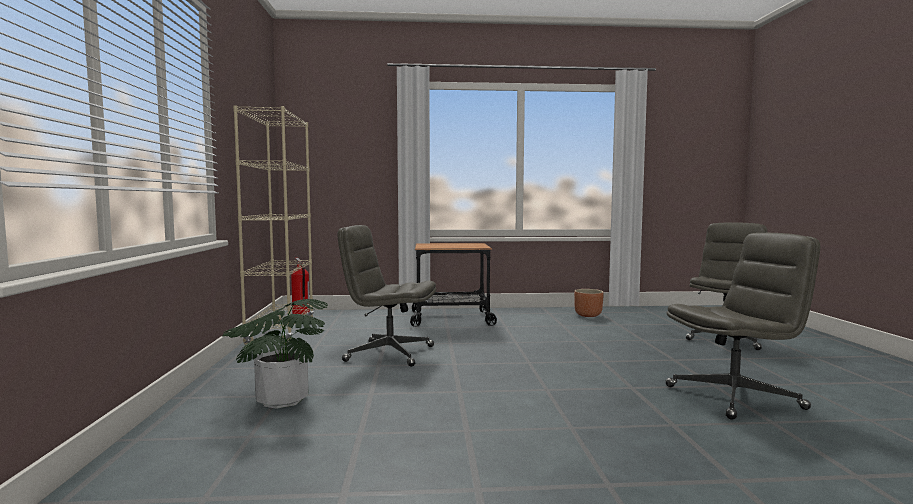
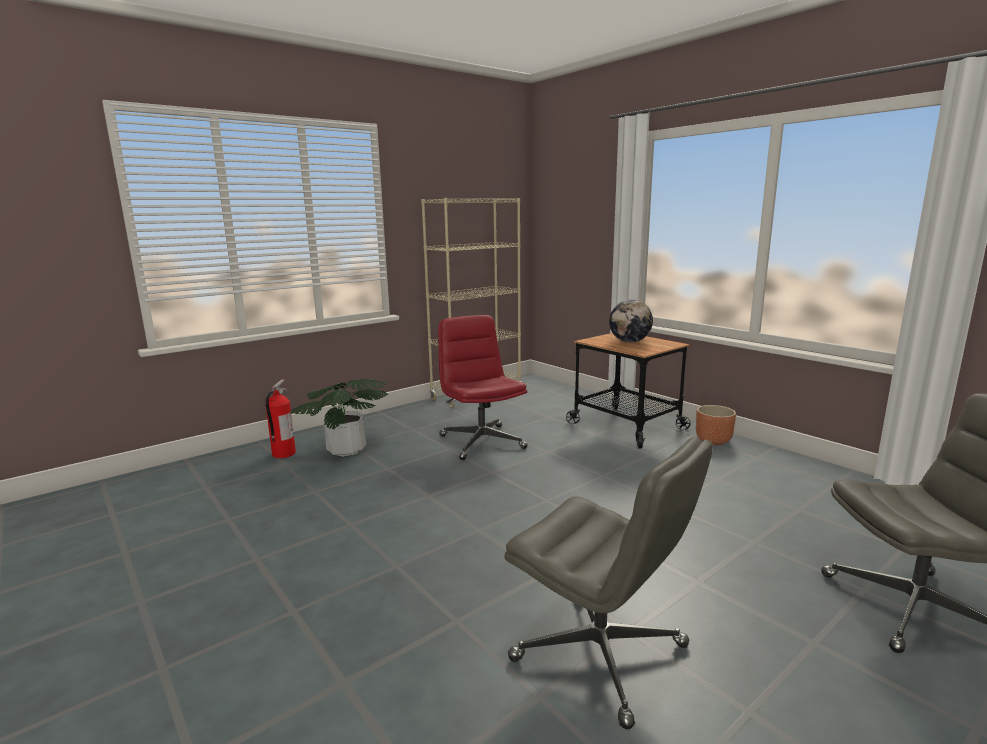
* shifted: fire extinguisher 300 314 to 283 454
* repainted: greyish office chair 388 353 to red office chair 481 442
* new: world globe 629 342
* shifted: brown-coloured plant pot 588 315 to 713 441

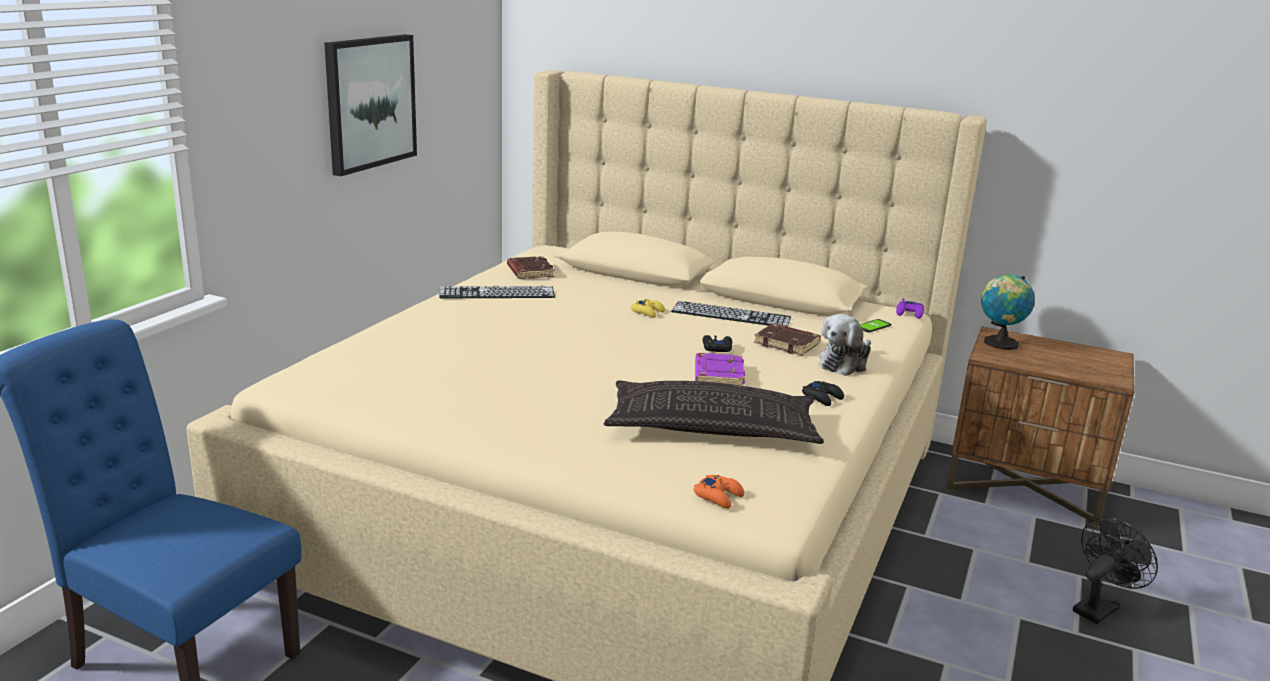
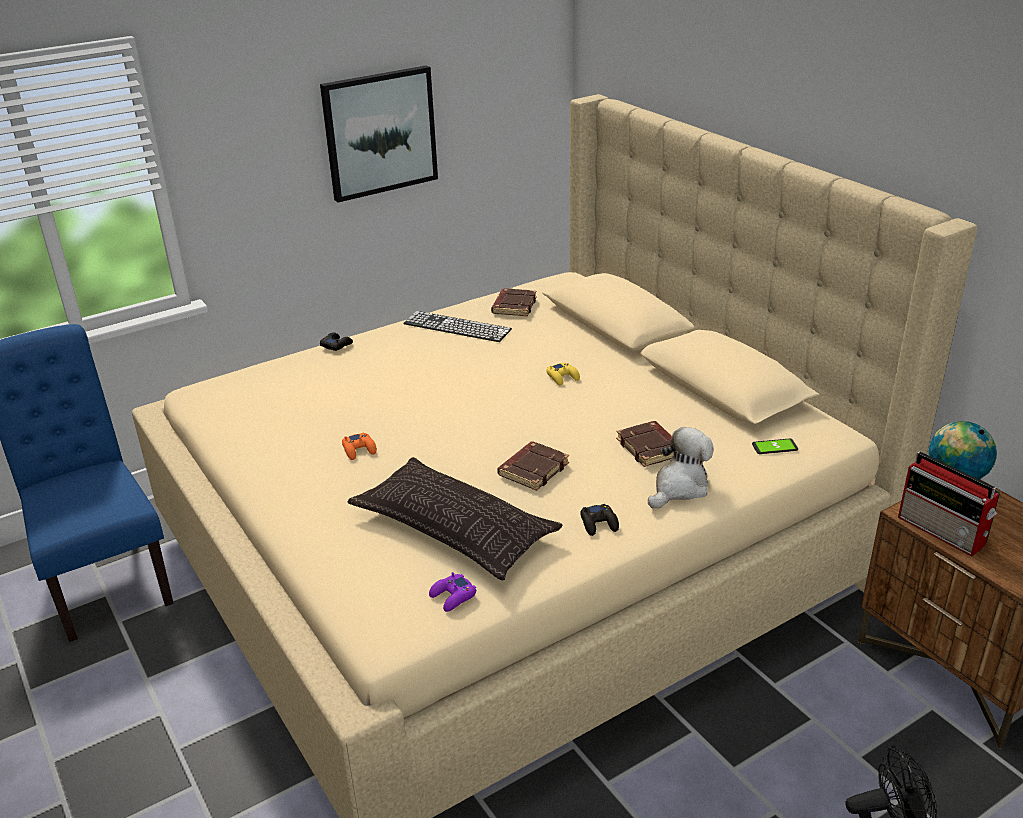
* shifted: black-coloured gamepad 716 348 to 336 345
* shifted: orange gamepad 719 496 to 359 450
* shifted: purple gamepad 910 313 to 453 597
* repainted: purple book 717 375 to brown-coloured book 533 469
* rotated: plush toy 845 363 = 679 487 150 degrees clockwise
* new: radio set 943 532
* gone: computer keyboard 731 315

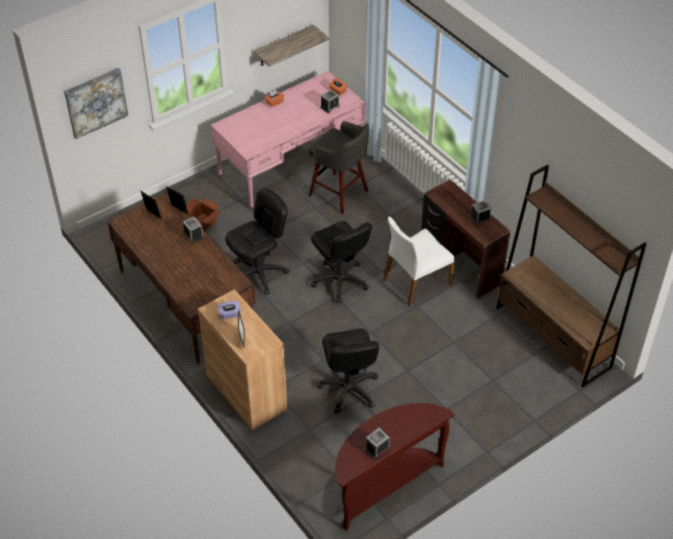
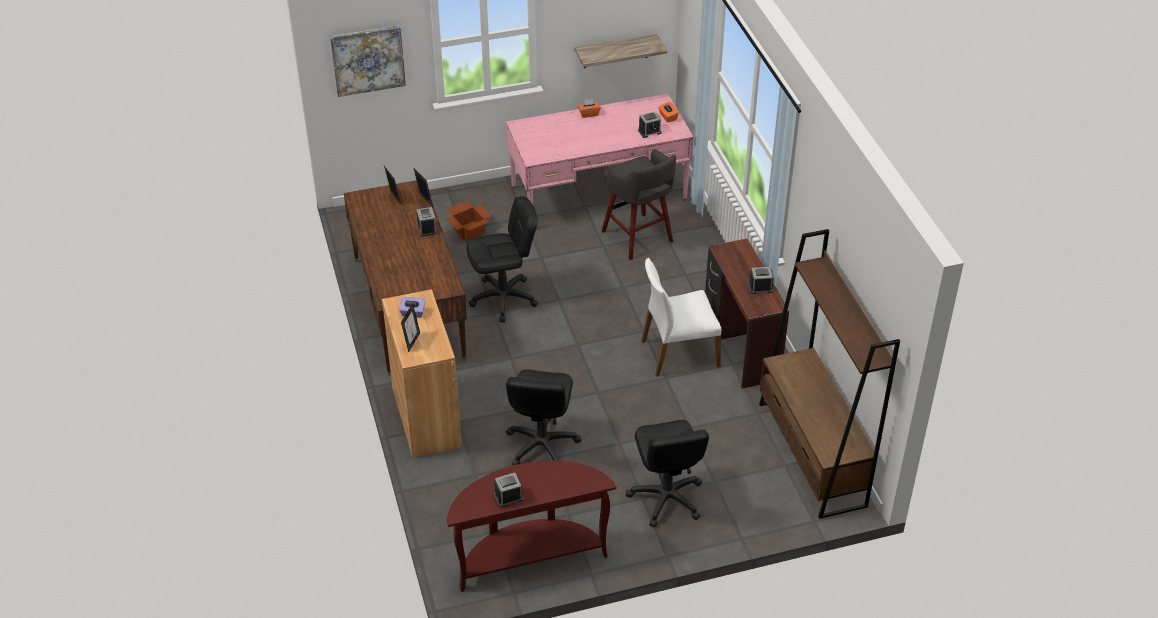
* shifted: black-coloured office chair 340 281 to 666 498

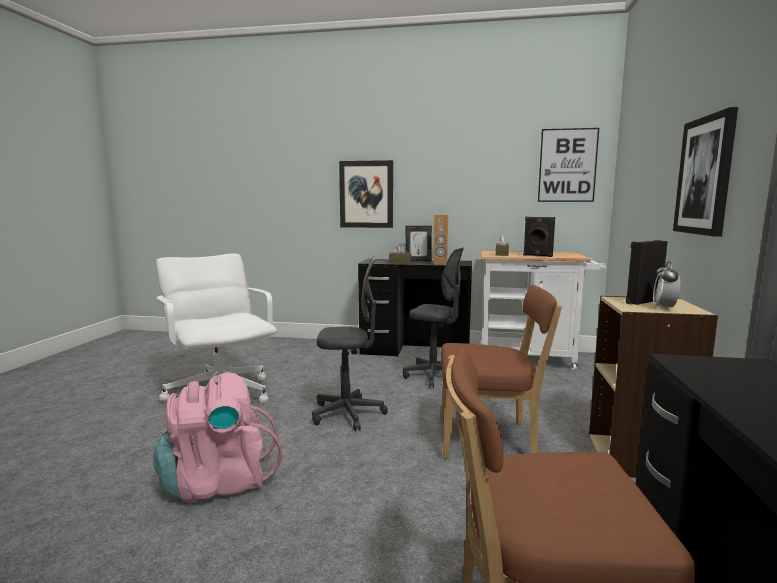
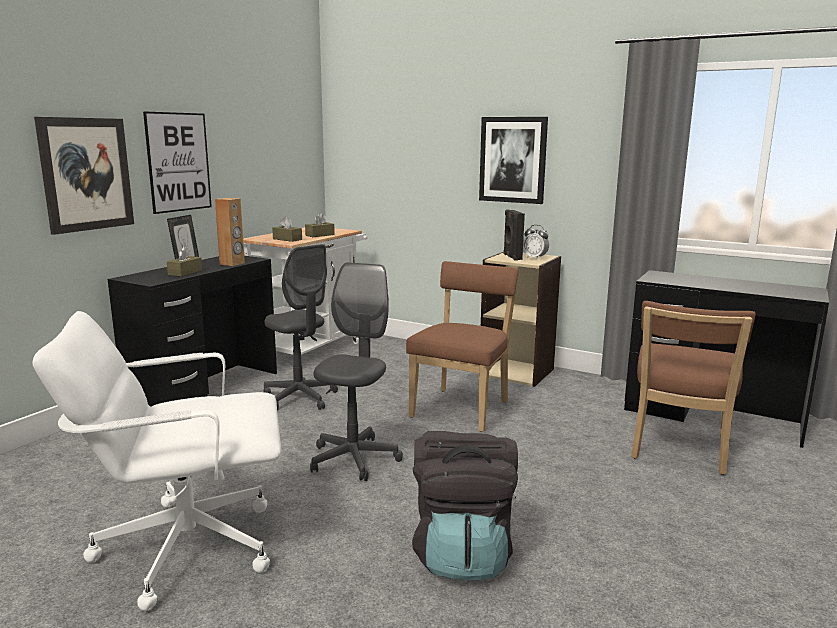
* shifted: wall art 567 165 to 178 162
* rotated: greyish office chair 434 376 = 300 398 90 degrees clockwise
* swapped: black-coloured speaker 537 256 to brown-coloured tissue holder 320 235
* repainted: pink backpack 218 482 to black-coloured backpack 463 553

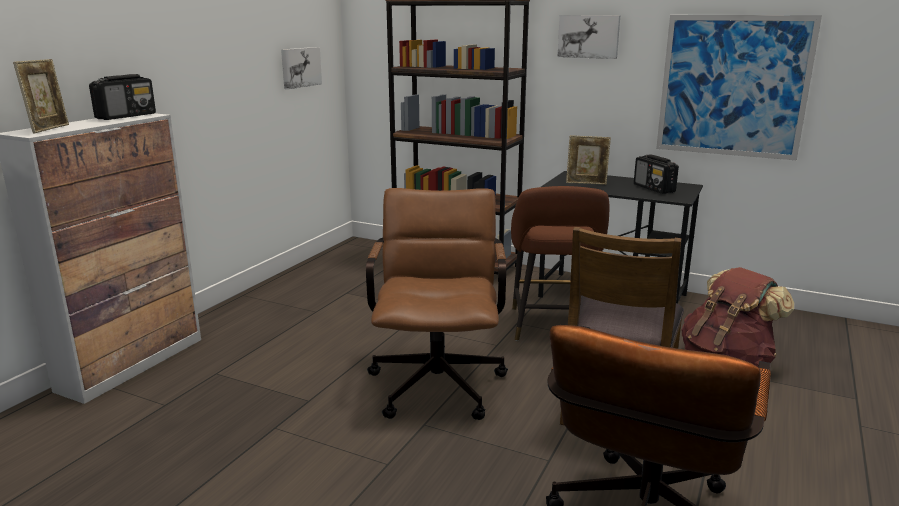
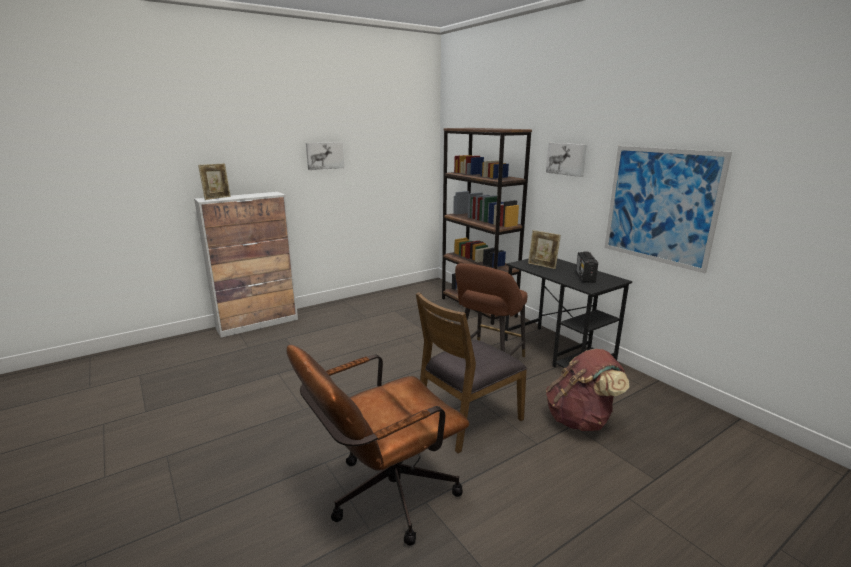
* shifted: wall art 300 67 to 324 155
* gone: radio set 126 116
* gone: brown-coloured office chair 438 379

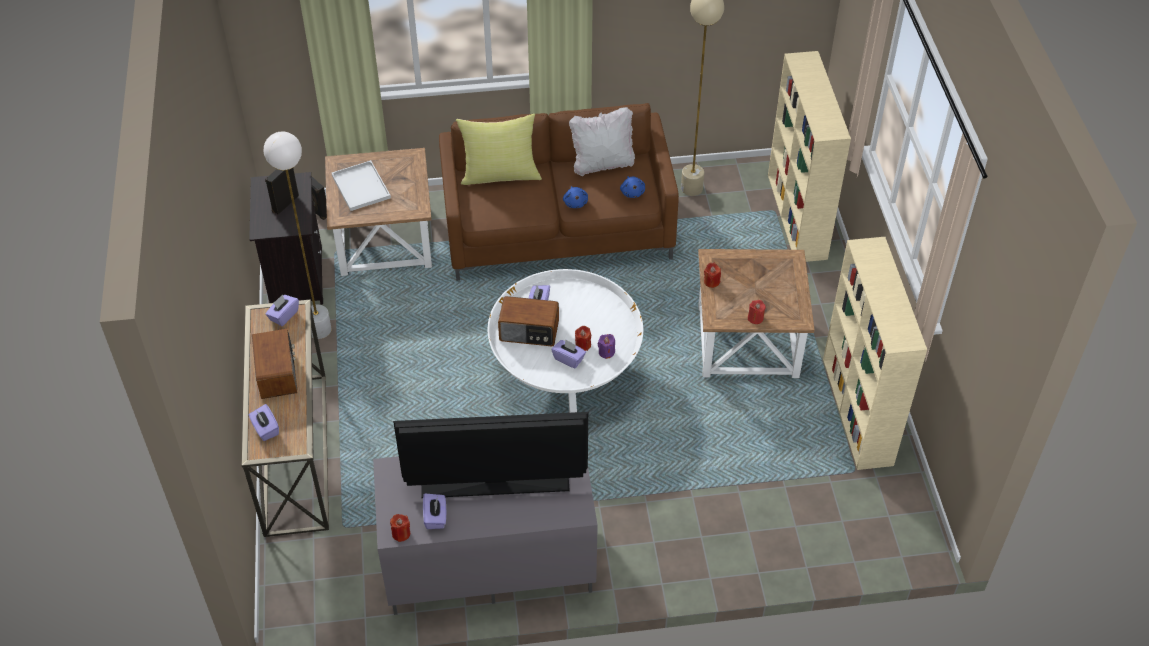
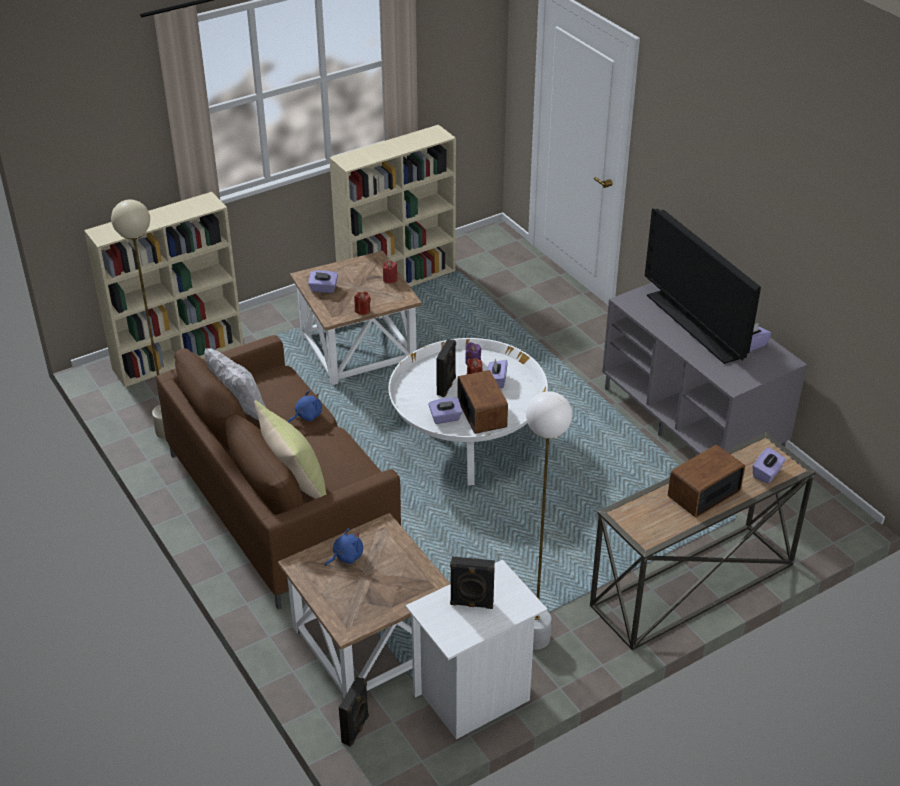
* shifted: purple tissue holder 283 316 to 323 289
* shifted: bluish plush toy 632 192 to 346 556
* repainted: black-coloured nightstand 295 277 to whitish nightstand 474 697
* new: black-coloured speaker 447 386
* gone: whitish tray 360 186
* gone: red candle 401 533

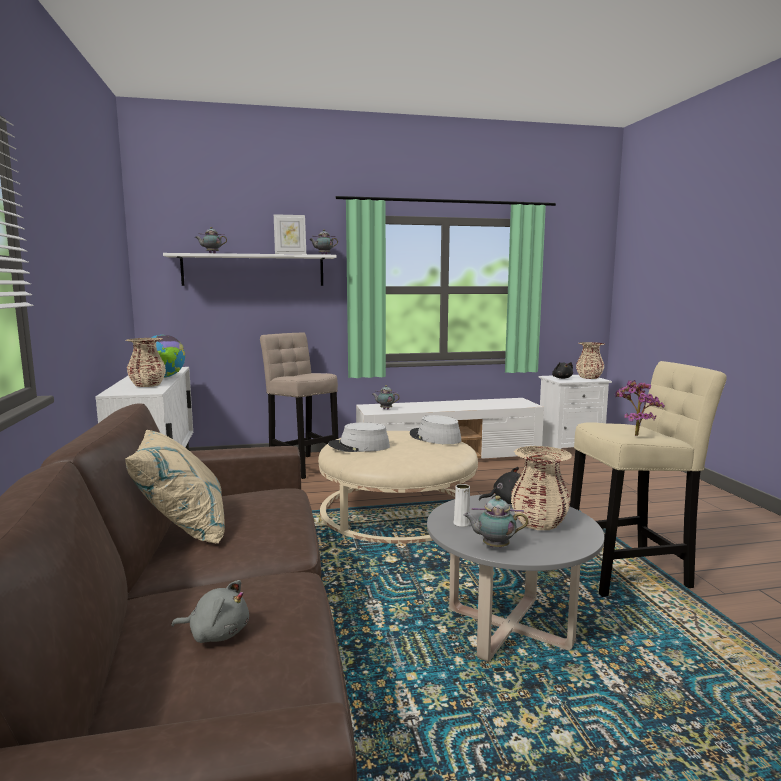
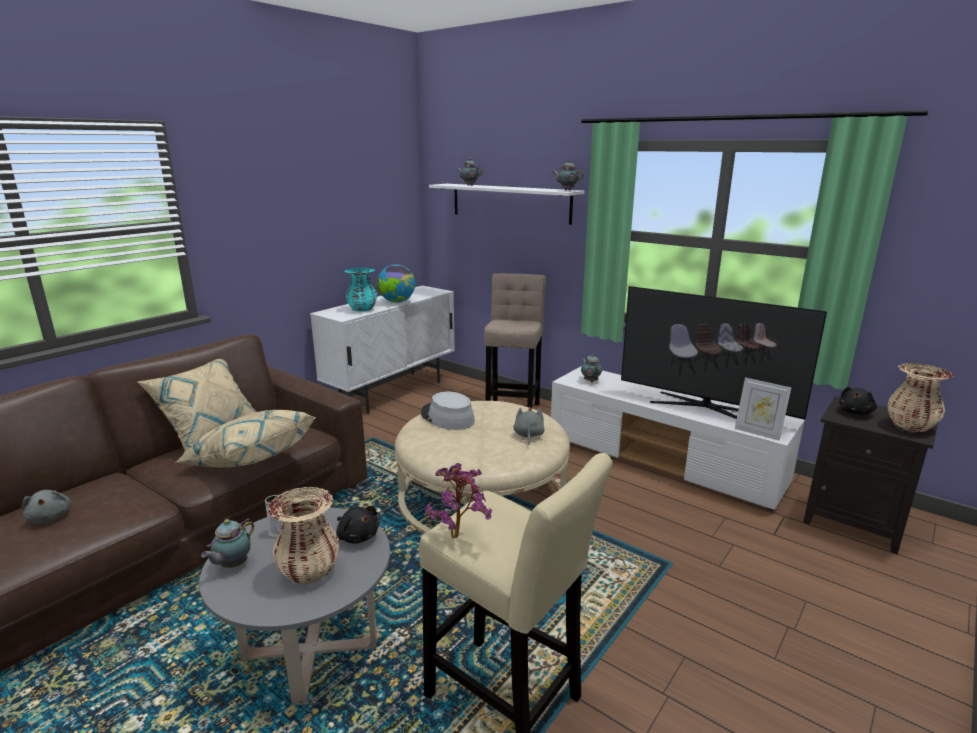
* new: sand-coloured throw pillow 249 459
* rotated: tea pot 493 546 = 232 565 120 degrees counterclockwise
* repainted: sand-coloured flower vase 147 385 to blue-green flower vase 362 309
* swapped: greyish hat 434 437 to greyish plush toy 528 435
* new: television 704 408
* shifted: standing frame 290 254 to 758 433
* repainted: whitish nightstand 570 449 to black-coloured nightstand 855 522

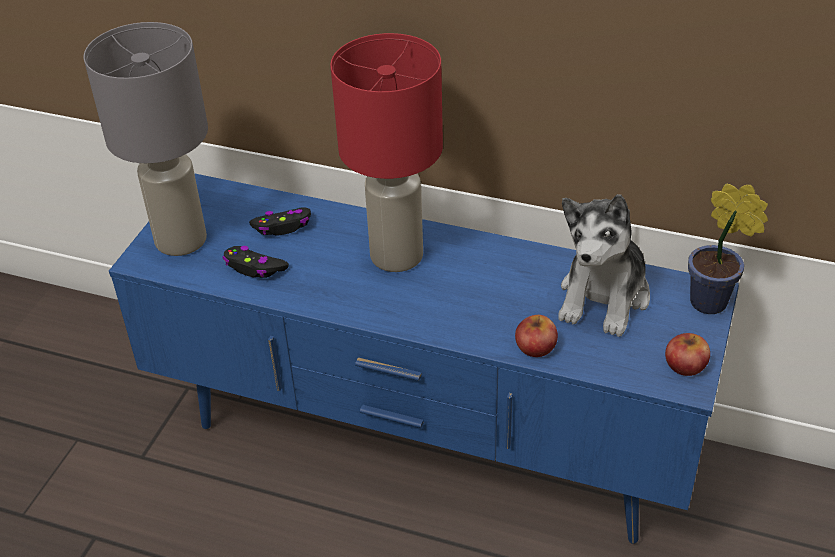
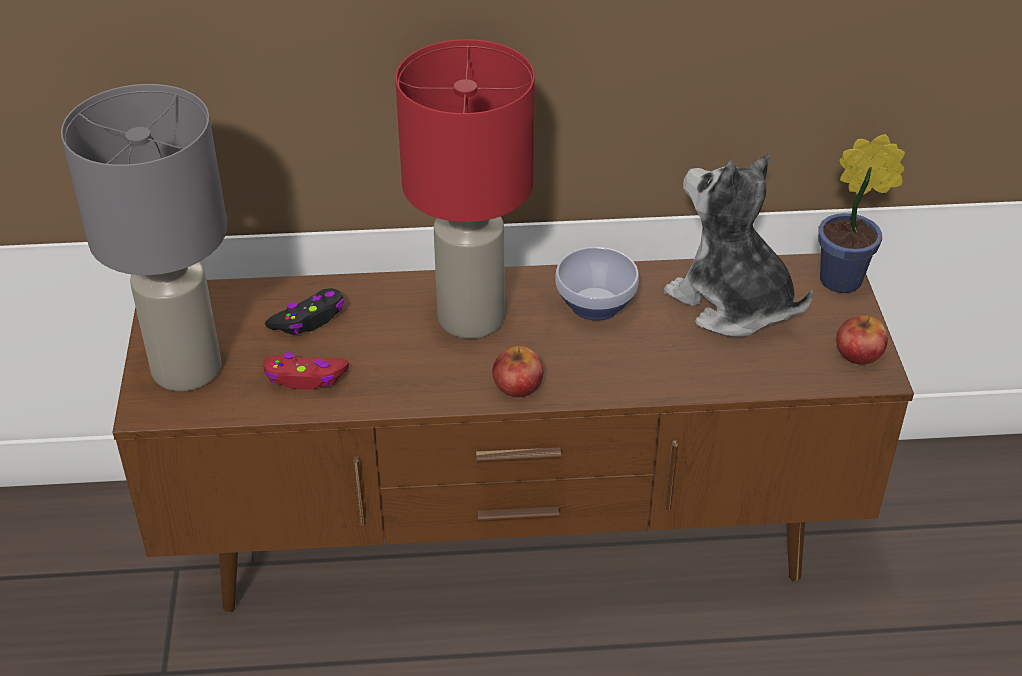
* repainted: bluish media console 424 445 to brown-coloured media console 510 547
* repainted: black-coloured gamepad 254 268 to red gamepad 305 377
* shifted: apple 535 346 to 517 385
* new: deep dish 595 307
* rotated: plush toy 604 297 = 731 303 135 degrees clockwise

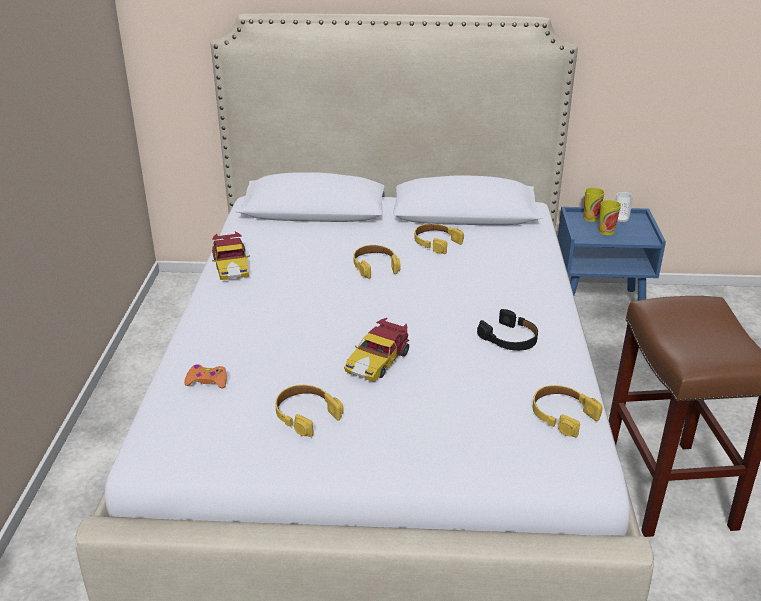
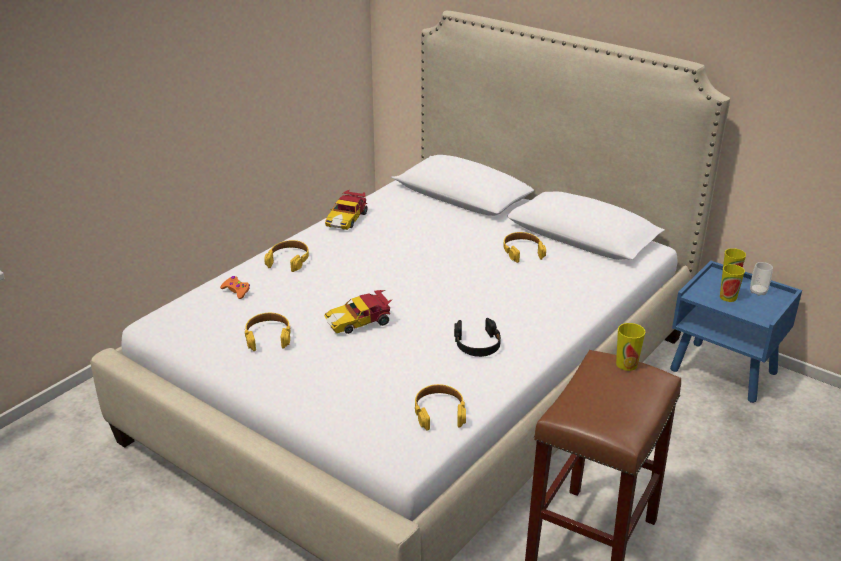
* shifted: yellow headphones 375 266 to 289 260
* new: drinking cup 626 364

